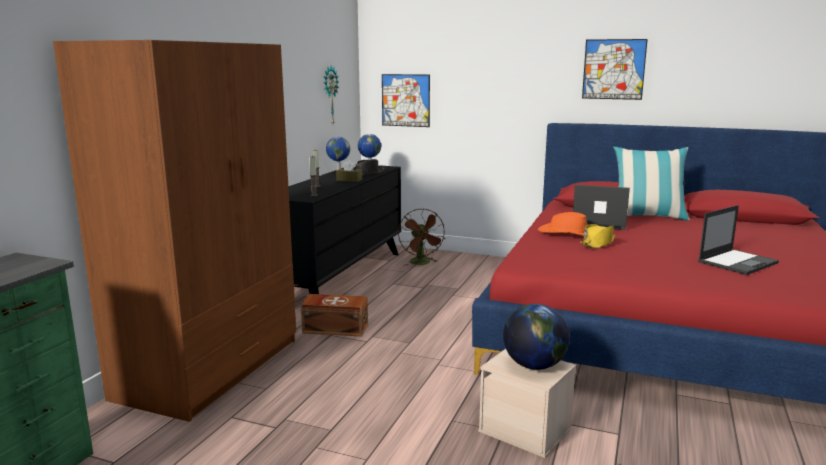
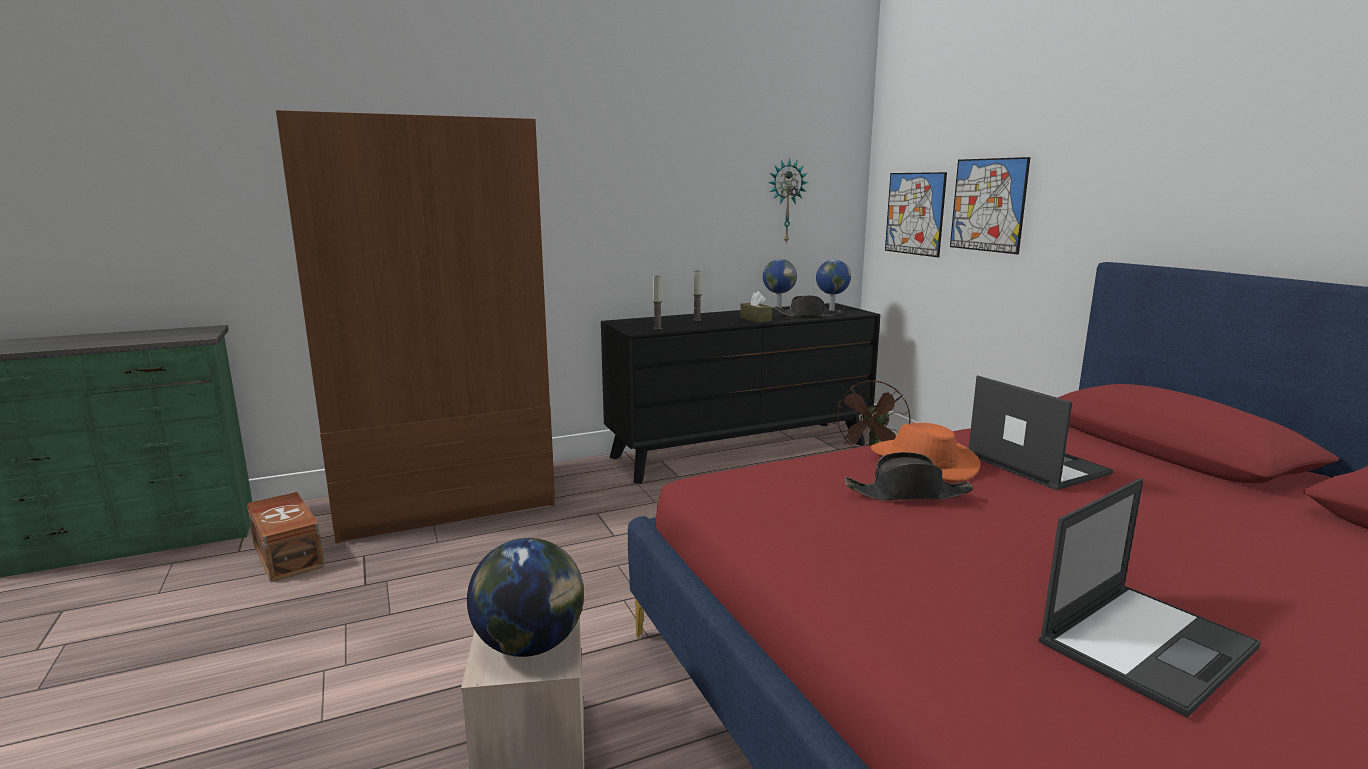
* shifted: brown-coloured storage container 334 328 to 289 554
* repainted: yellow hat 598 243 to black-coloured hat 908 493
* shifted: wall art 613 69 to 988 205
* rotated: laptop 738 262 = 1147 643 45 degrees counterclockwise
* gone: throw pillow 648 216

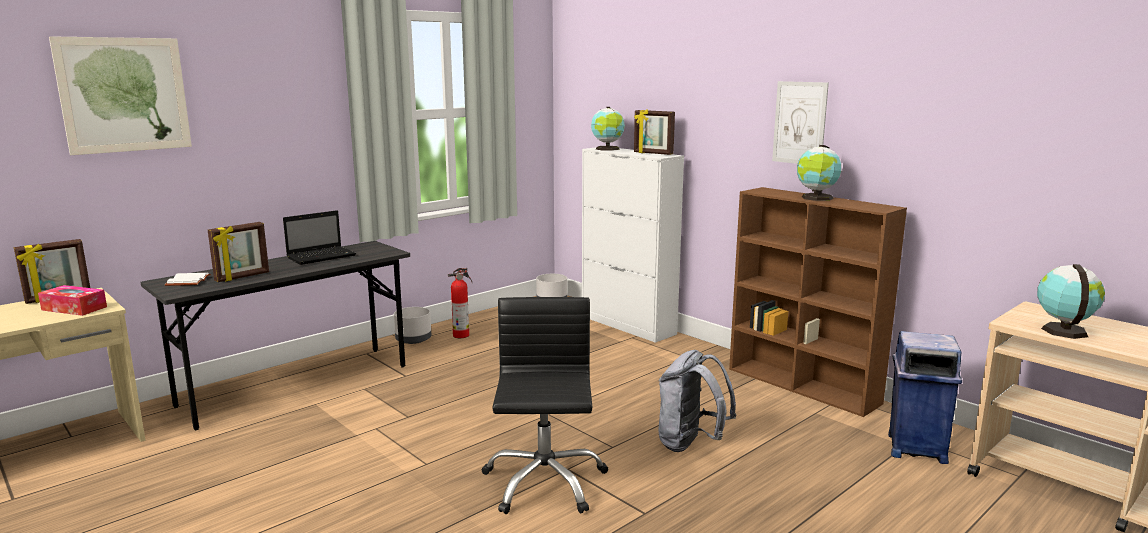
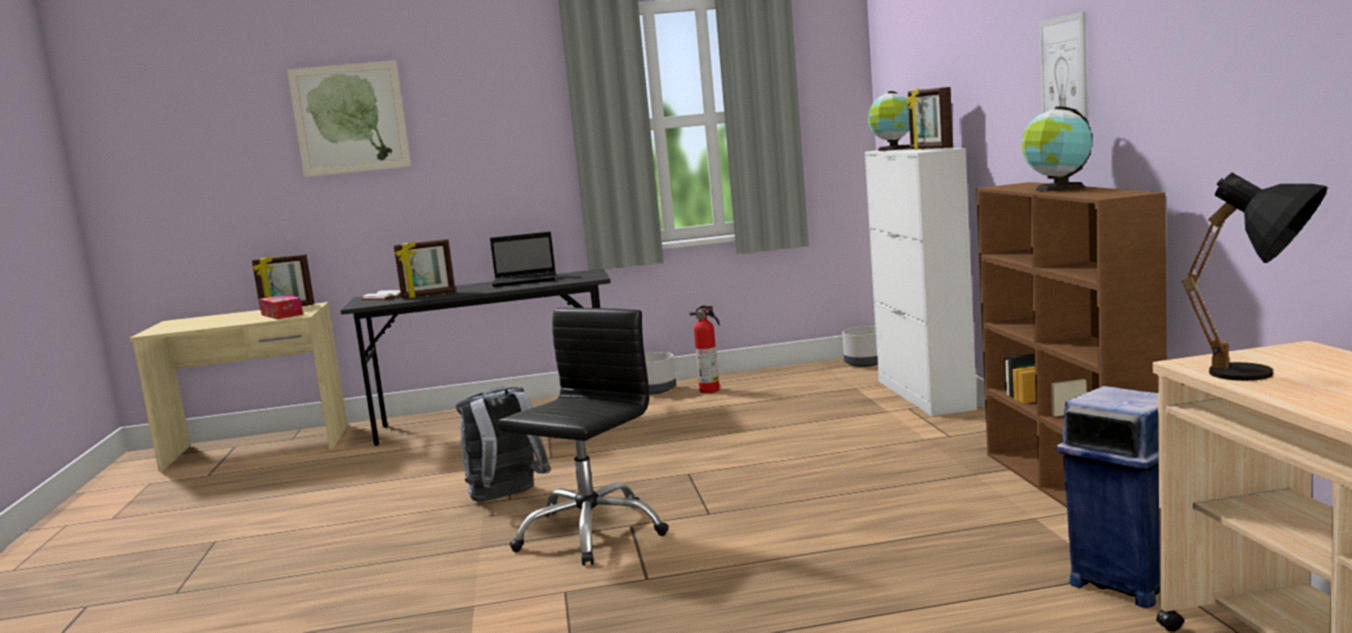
* shifted: greyish backpack 690 444 to 506 498
* swapped: world globe 1063 330 to black-coloured tabletop lamp 1263 376

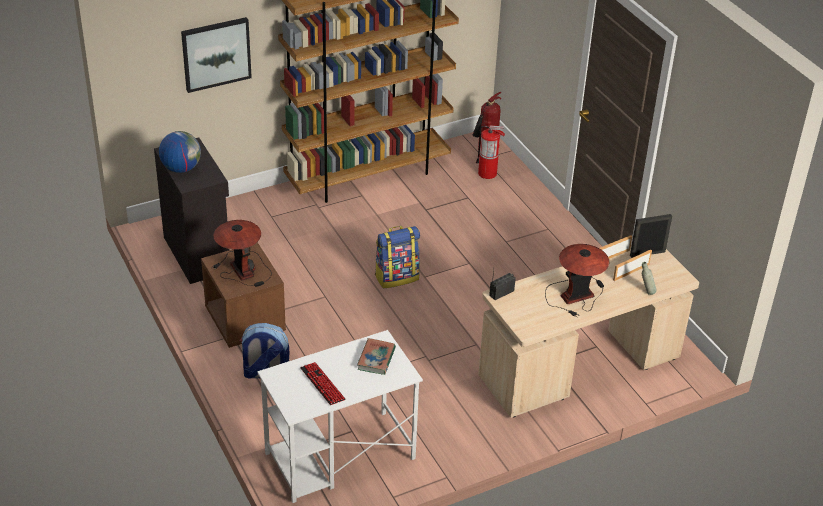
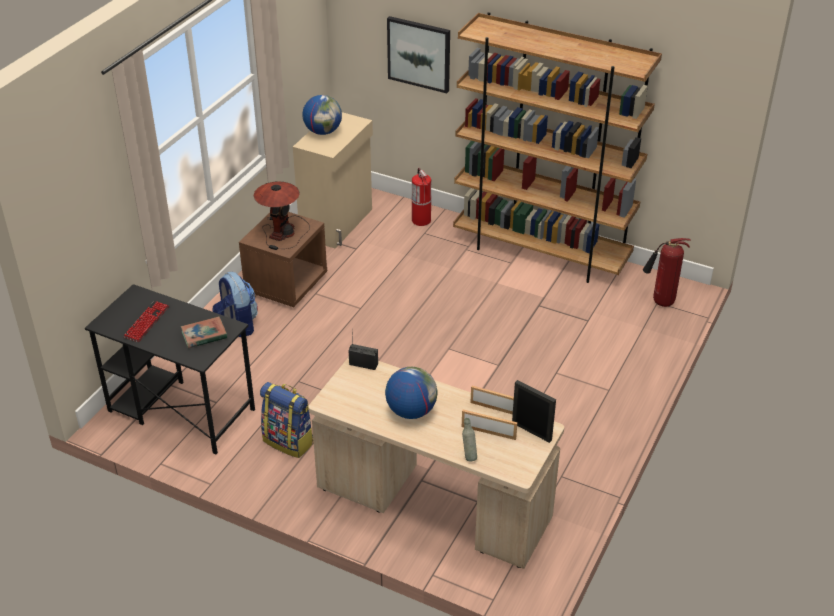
* repainted: whitish desk unit 339 457 to black-coloured desk unit 180 410
* shifted: backpack 397 277 to 289 441
* repainted: black-coloured storage cabinet 198 253 to sand-coloured storage cabinet 338 223
* swapped: tabletop lamp 576 295 to world globe 411 411
* shifted: fire extinguisher 487 173 to 421 220

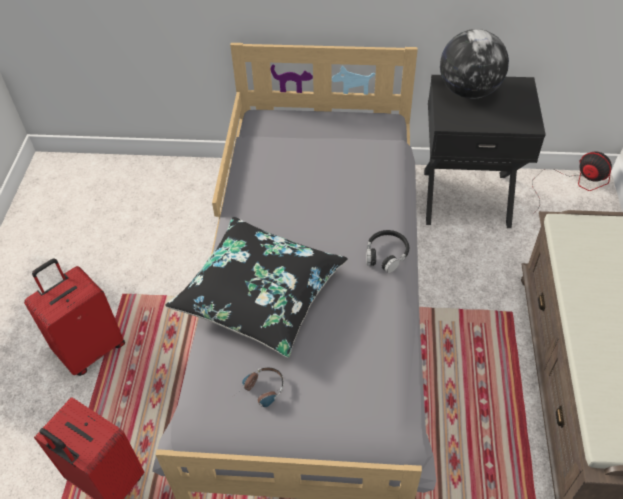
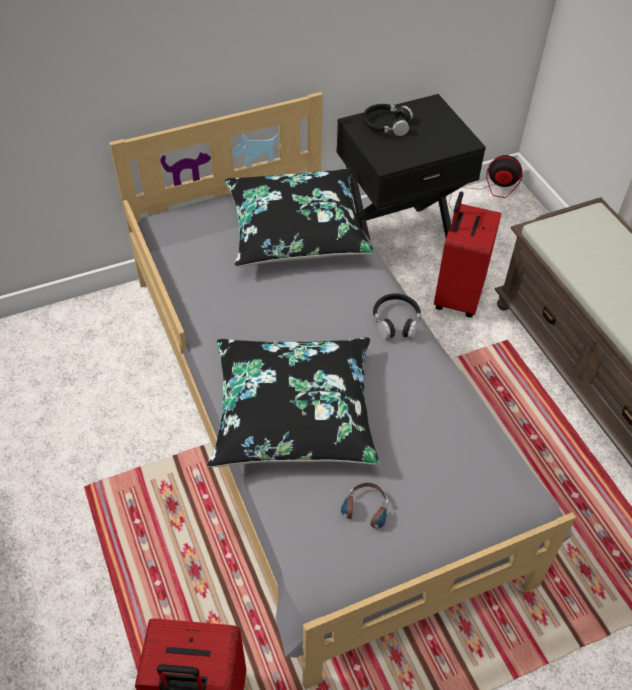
* new: black-coloured throw pillow 296 230
* swapped: world globe 468 91 to black-coloured headphones 386 125
* shifted: red suitcase 90 349 to 456 296

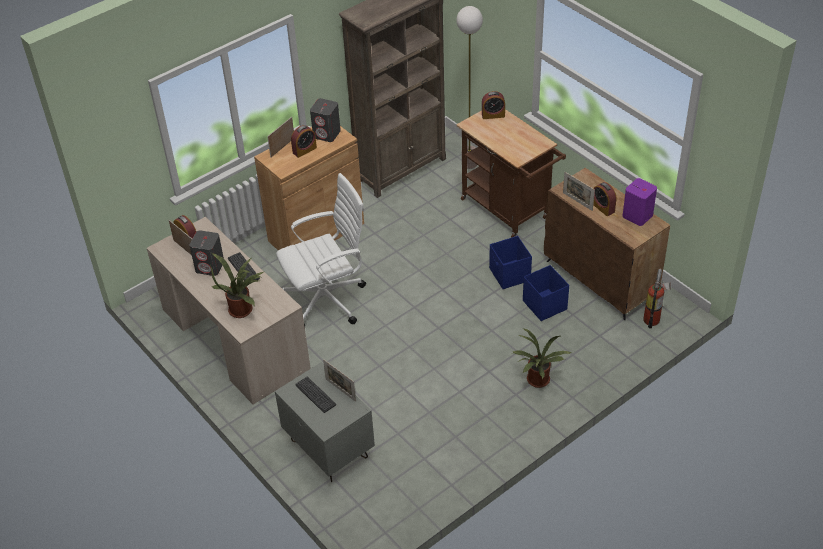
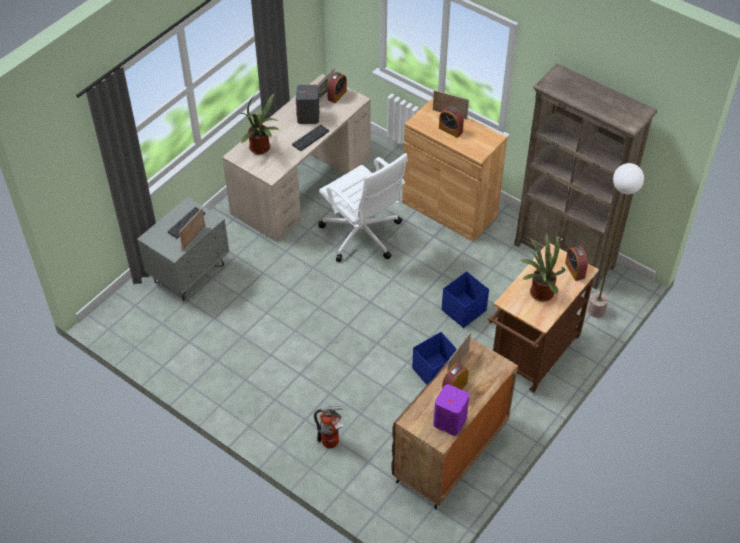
* shifted: fire extinguisher 653 318 to 332 442
* shifted: bluish storage container 544 304 to 464 310
* shifted: potted plant 537 382 to 538 293
* gone: greyish speaker 327 134

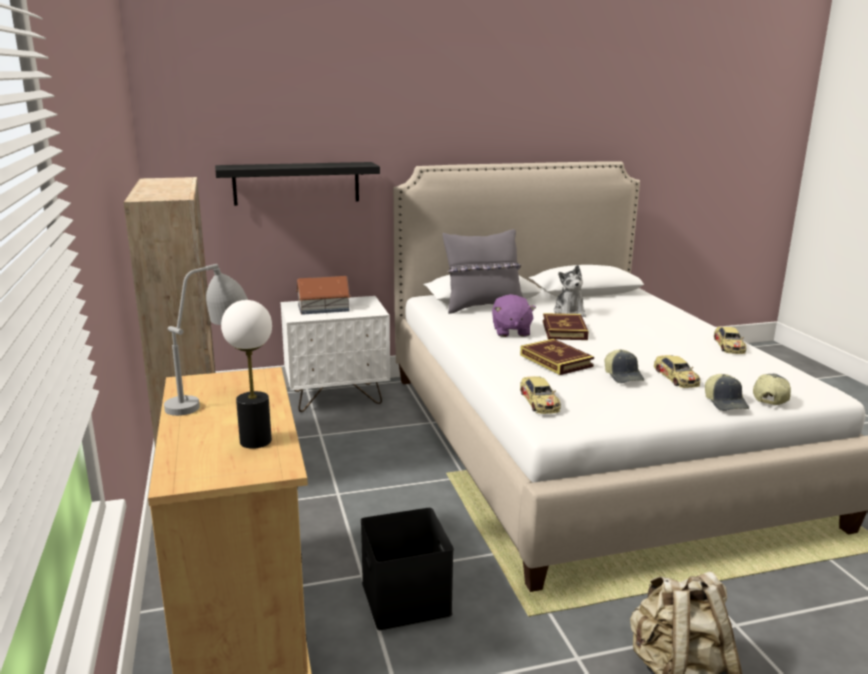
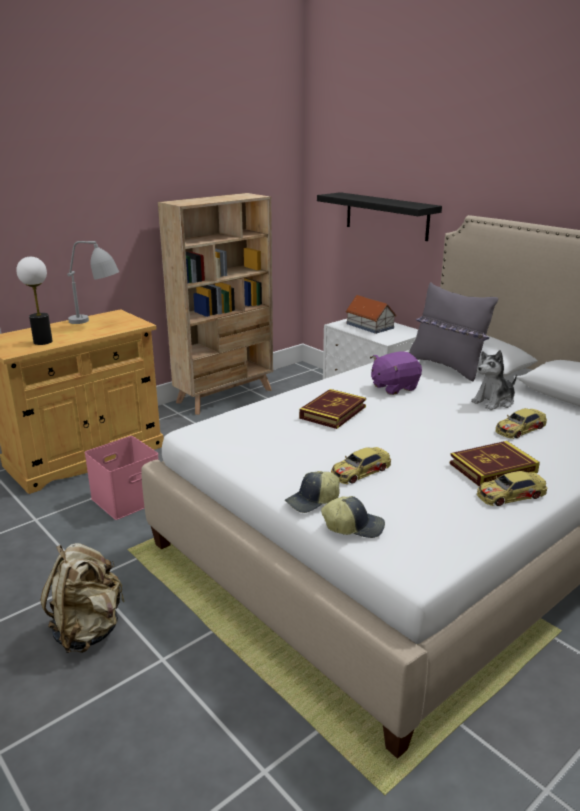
* repainted: black-coloured storage container 408 599 to pink storage container 126 500
* shifted: book 564 330 to 493 468
* shifted: miniature car 539 401 to 520 429
* gone: baseball cap 623 376

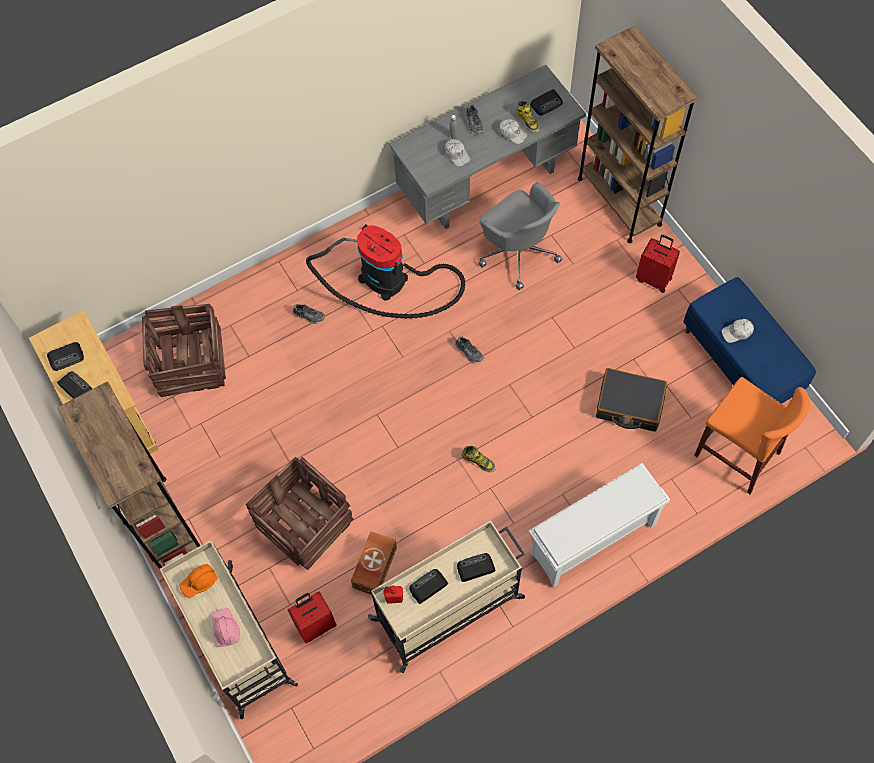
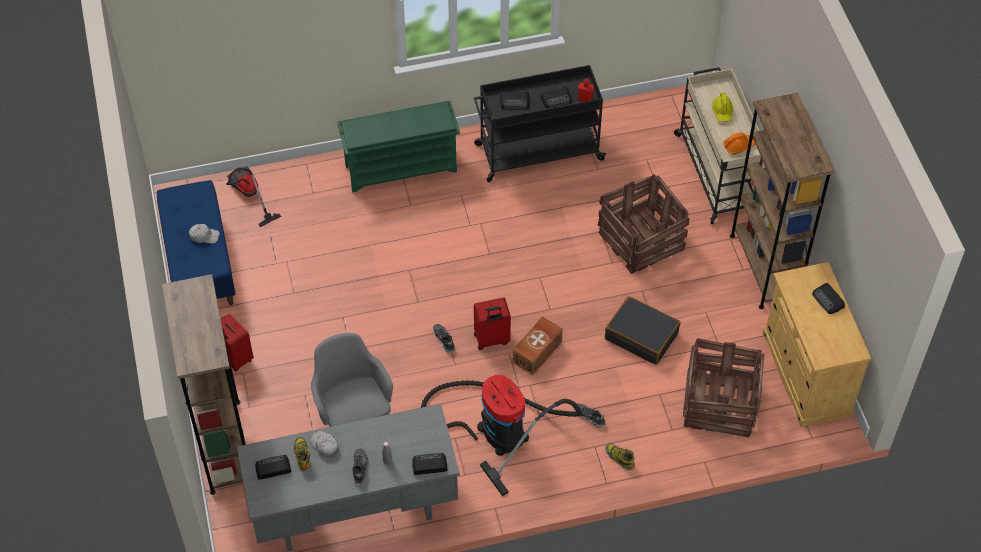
* swapped: orange stool 736 454 to vacuum cleaner 248 196
* repainted: whitish shoe shelf 592 540 to greenish shoe shelf 402 167
* shifted: radio set 67 357 to 429 465
* repainted: sand-coloured cart 449 608 to black-coloured cart 537 152
* shifted: red suitcase 315 624 to 491 340
* shifted: brown-coloured storage container 374 568 to 538 352
* shifted: black-coloured suitcase 629 404 to 641 336
* shifted: high-top boot 478 461 to 619 458
* repainted: pink safety helmet 225 628 to yellow safety helmet 722 112
* gone: whitish baseball cap 457 154

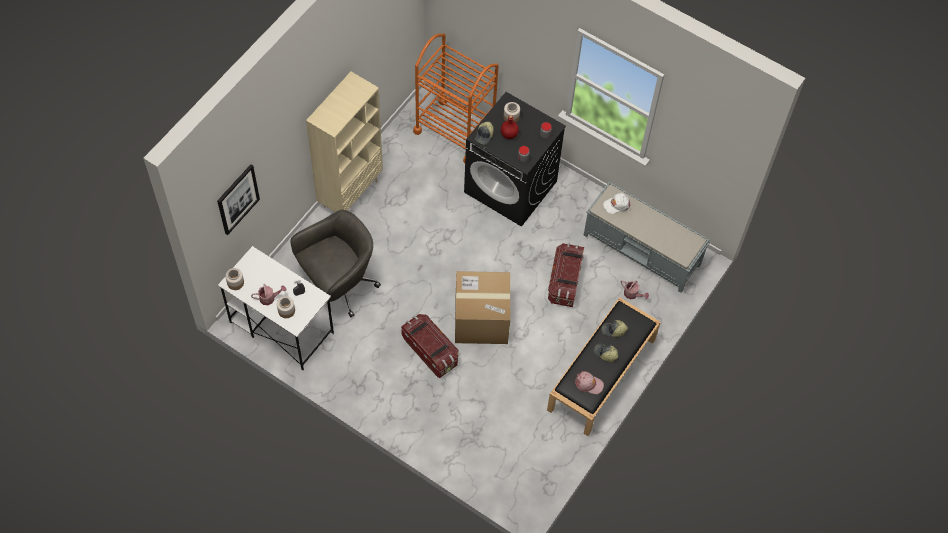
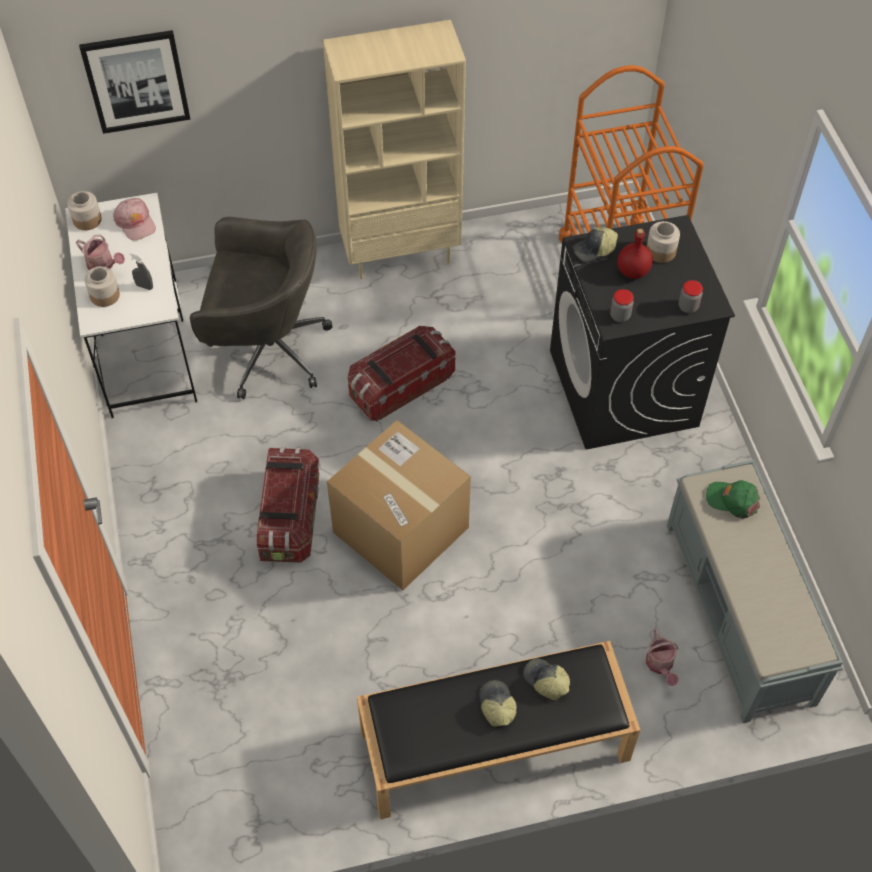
* shifted: pink baseball cap 588 384 to 135 223
* shifted: storage container 565 281 to 400 385
* repainted: whitish baseball cap 616 204 to greenish baseball cap 733 500

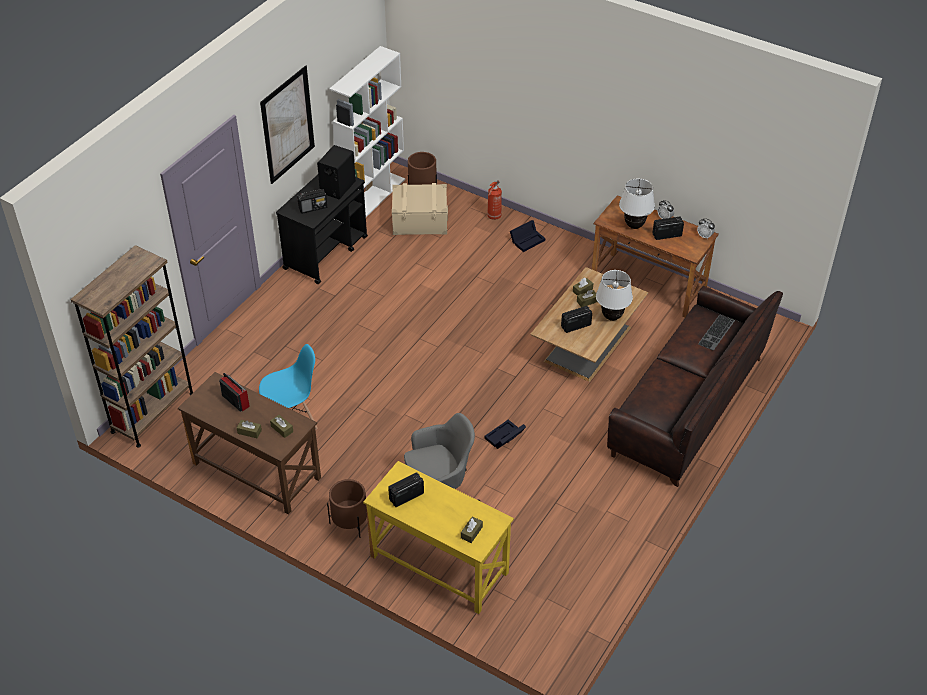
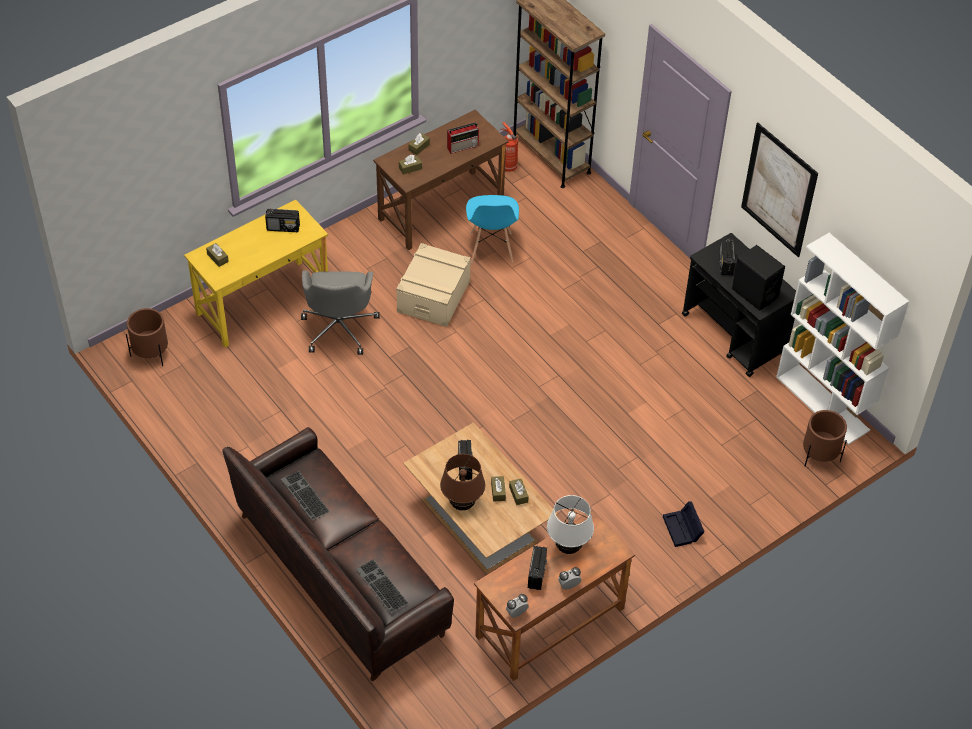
* shifted: brown-coloured plant pot 350 523 to 151 353
* rotated: radio set 406 496 = 283 227 105 degrees clockwise
* new: computer keyboard 303 495
* shifted: sand-coloured storage container 420 220 to 433 296
* repainted: whitish tabletop lamp 612 317 to brown-coloured tabletop lamp 462 505
* shifted: fire extinguisher 493 217 to 508 166
* gone: black-coloured storage container 504 438

